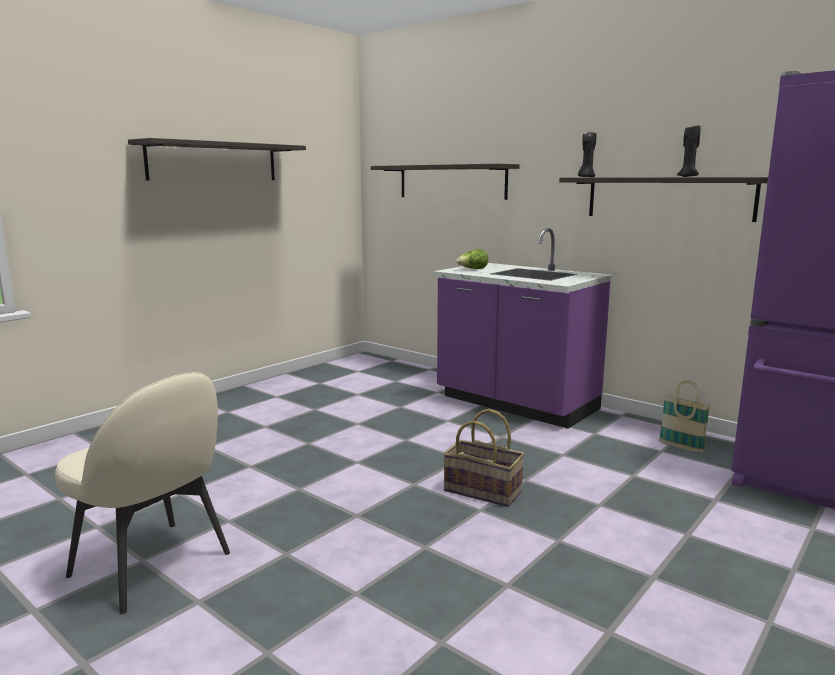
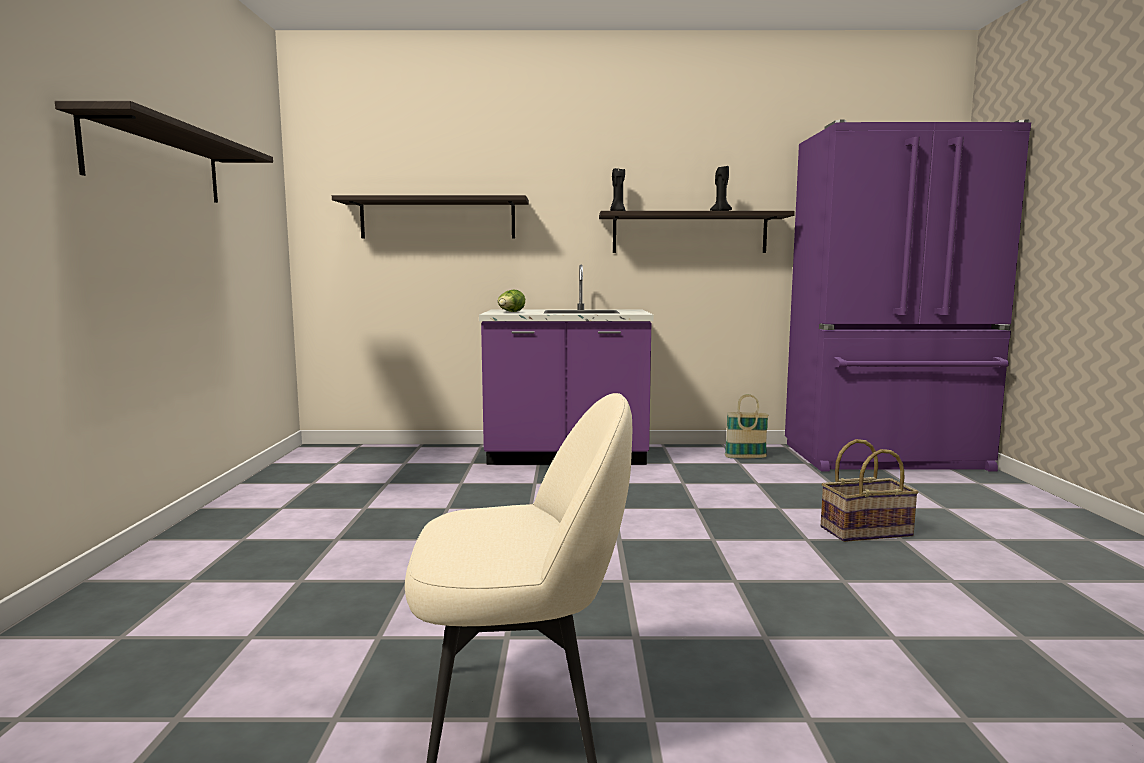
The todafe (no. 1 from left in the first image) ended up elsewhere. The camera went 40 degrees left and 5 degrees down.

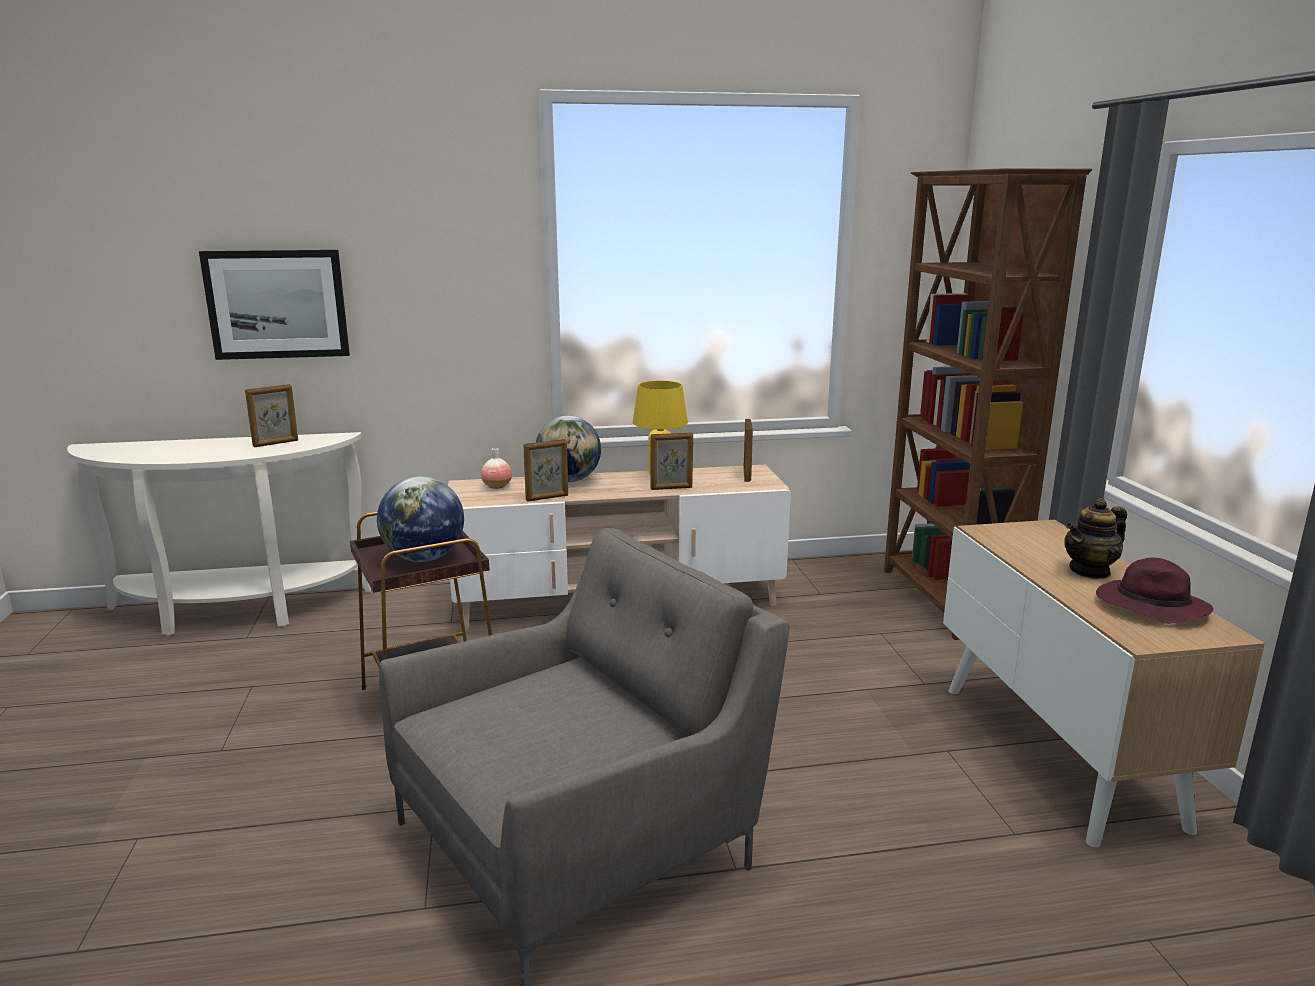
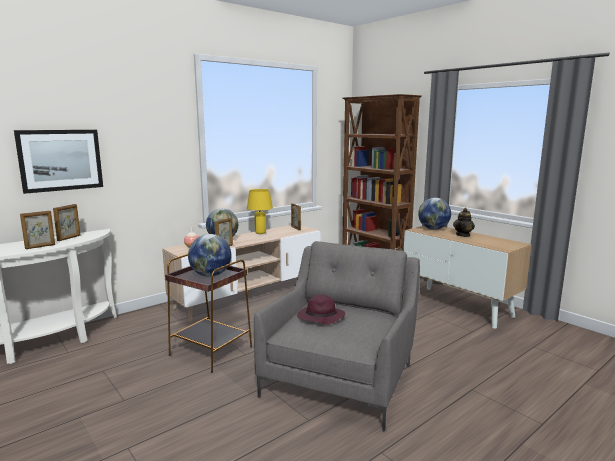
The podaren (no. 3 from left in the first image) ended up elsewhere. The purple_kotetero ended up elsewhere. The second view gained the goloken (no. 3 from left). The camera went 30 degrees left and 5 degrees down.

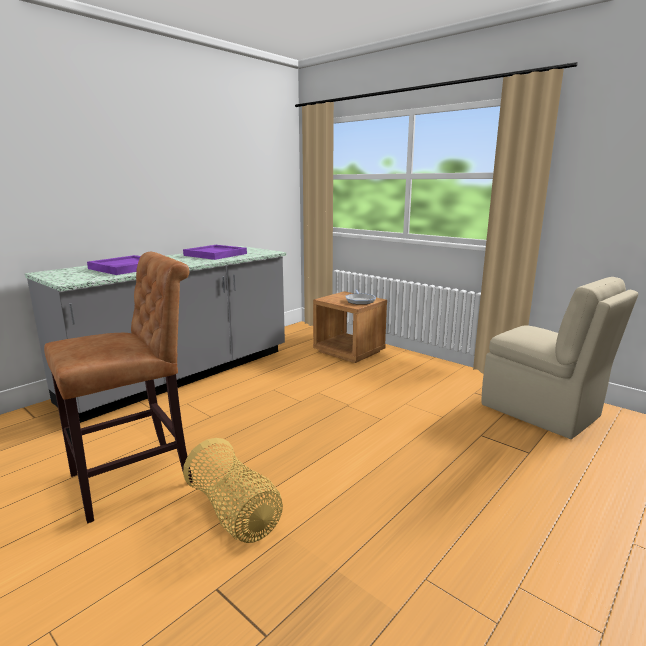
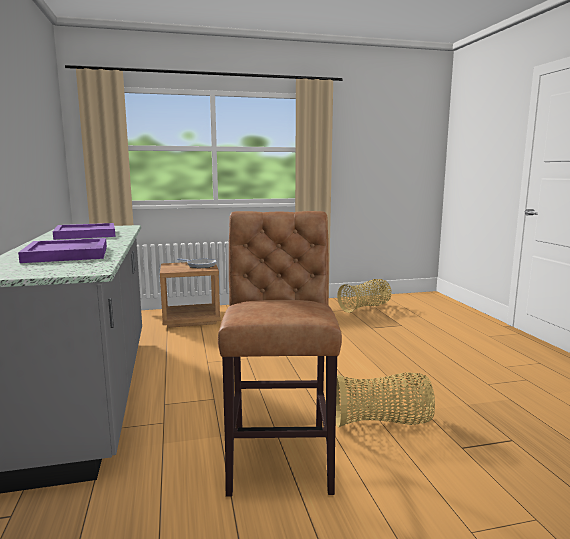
Where the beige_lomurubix stood, the todafe (no. 1 from left) came to stand. The camera went 55 degrees left and 5 degrees down.

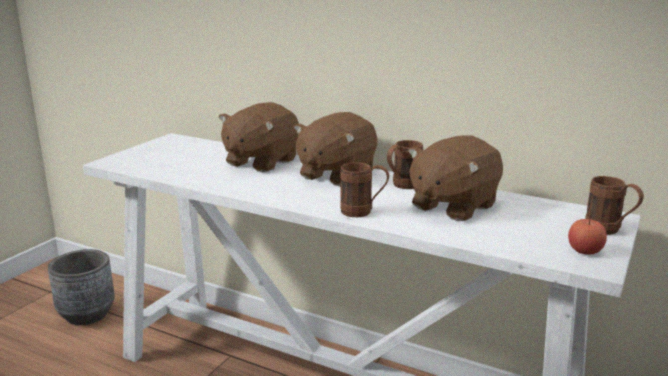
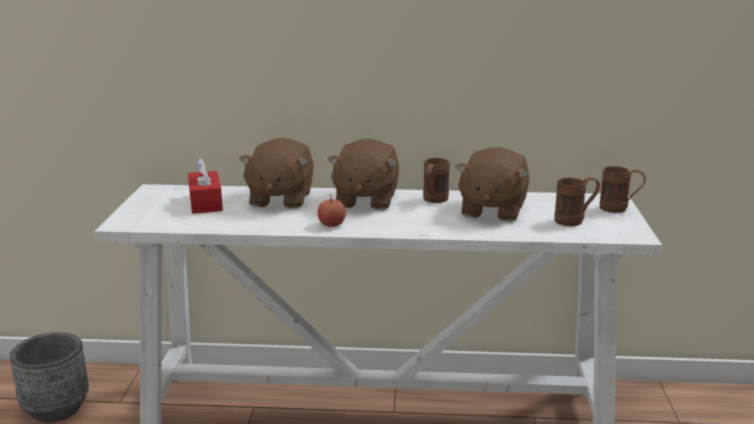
The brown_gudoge (no. 1 from left in the first image) ended up elsewhere. The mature ended up elsewhere. The second view gained the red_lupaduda. The camera went 25 degrees left and 0 degrees up.

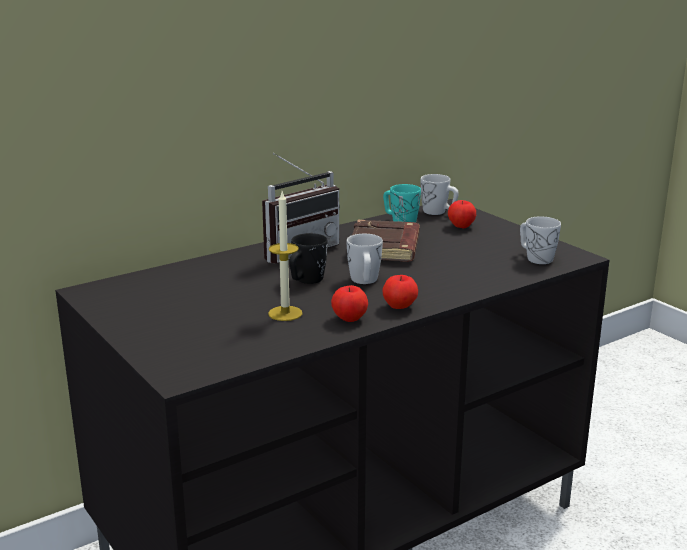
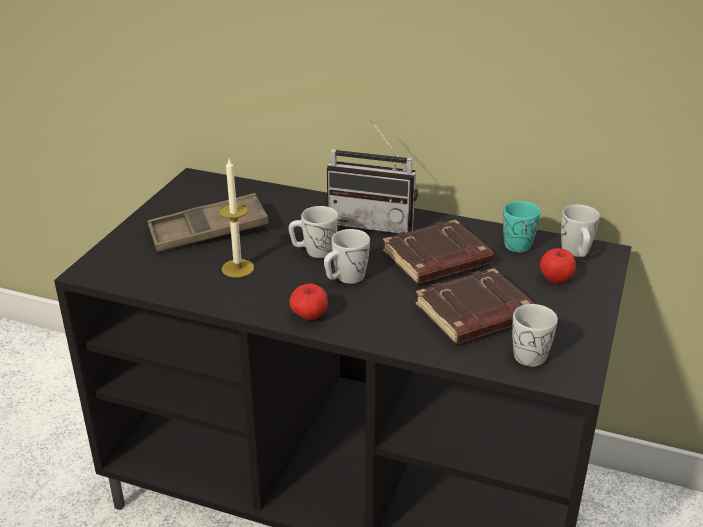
What was the black_gudoge turned into the white_gudoge (no. 1 from left). The second view lost the mature (no. 1 from left). The second view gained the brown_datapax. The second view gained the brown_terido (no. 2 from left). The camera went 55 degrees right and 10 degrees up.

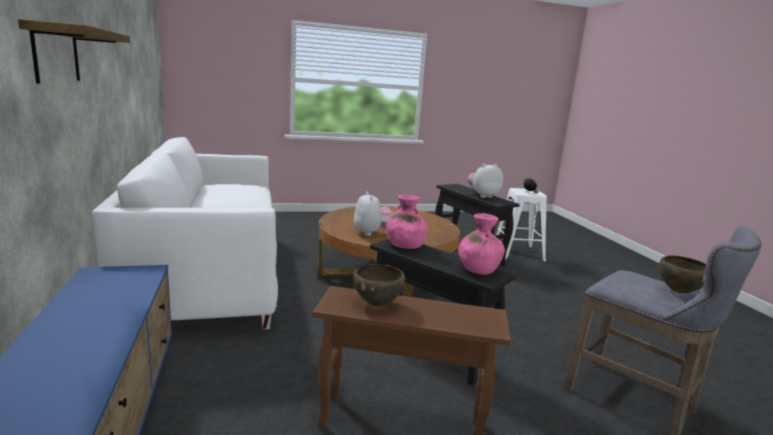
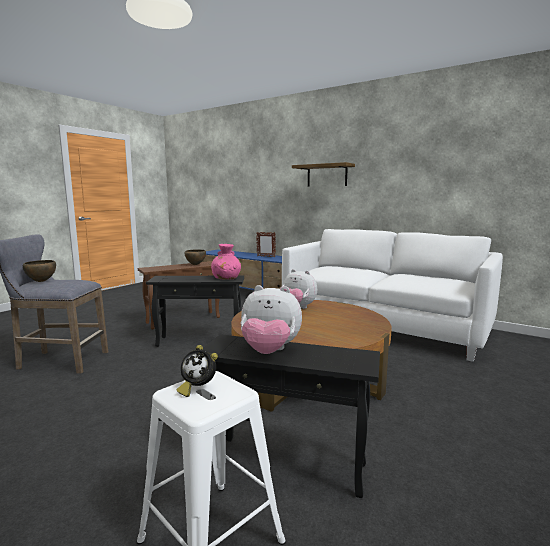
The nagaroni (no. 2 from left in the first image) ended up facing another way, 75 degrees clockwise from before. The second view lost the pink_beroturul (no. 2 from left). The second view gained the podaren. The camera went 140 degrees right and 5 degrees down.

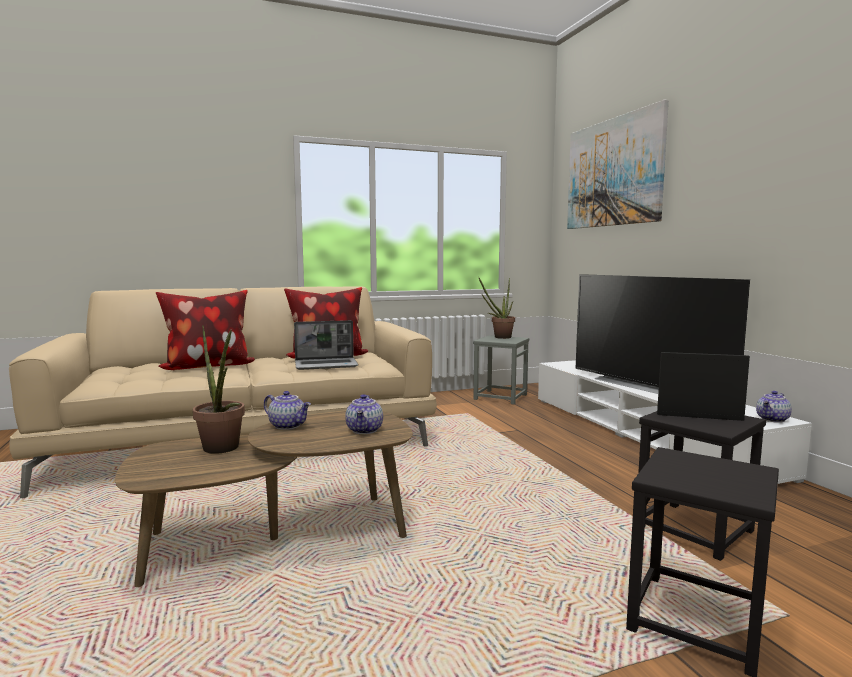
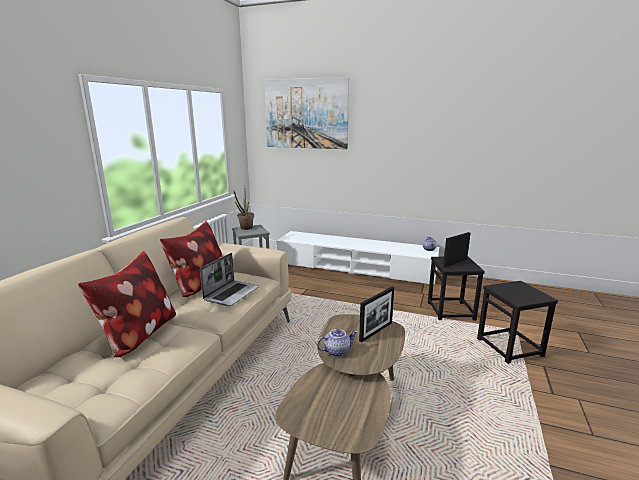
The second view lost the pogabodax. The second view lost the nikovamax (no. 1 from left). Where the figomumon (no. 2 from left) stood, the podaren (no. 1 from left) came to stand. The camera went 50 degrees left and 10 degrees up.

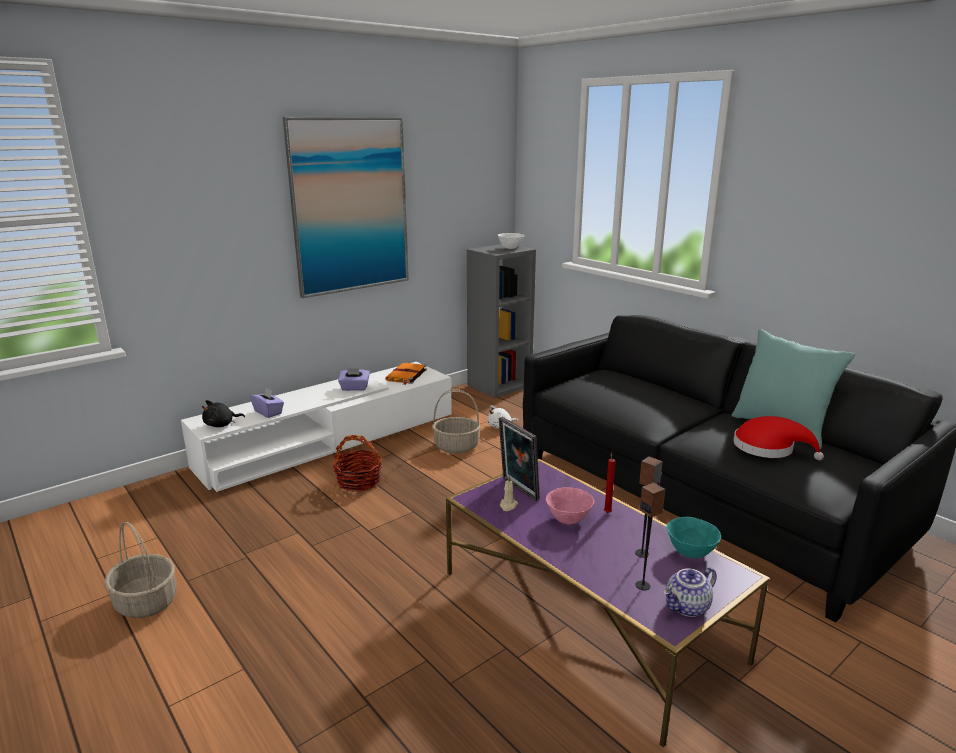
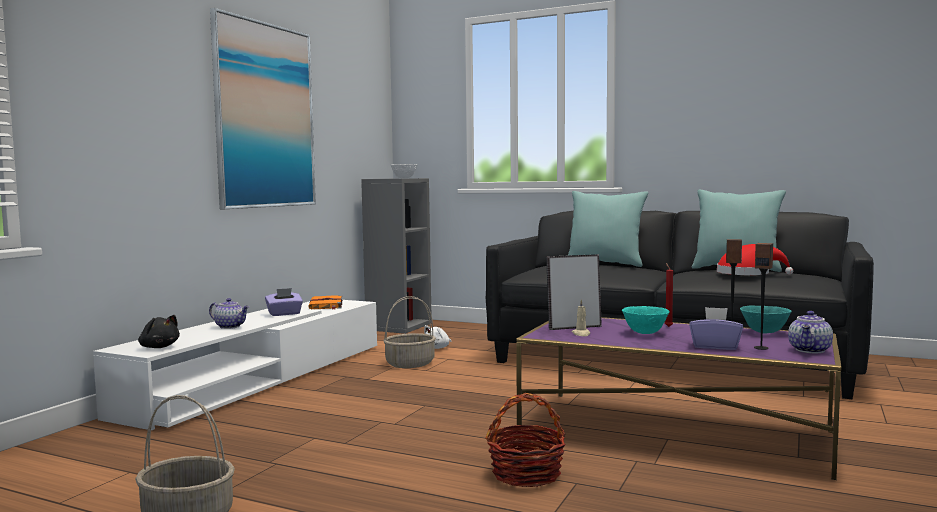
The purple_lupaduda (no. 1 from left in the first image) ended up elsewhere. The black_nagaroni ended up facing another way, 90 degrees counterclockwise from before. The podaren ended up facing another way, 135 degrees clockwise from before. The todafe (no. 2 from left in the first image) ended up elsewhere. What was the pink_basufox turned into the turquoise_basufox (no. 1 from left). The second view gained the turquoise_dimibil (no. 1 from left). The second view gained the figomumon (no. 1 from left). The camera went 25 degrees left and 15 degrees down.

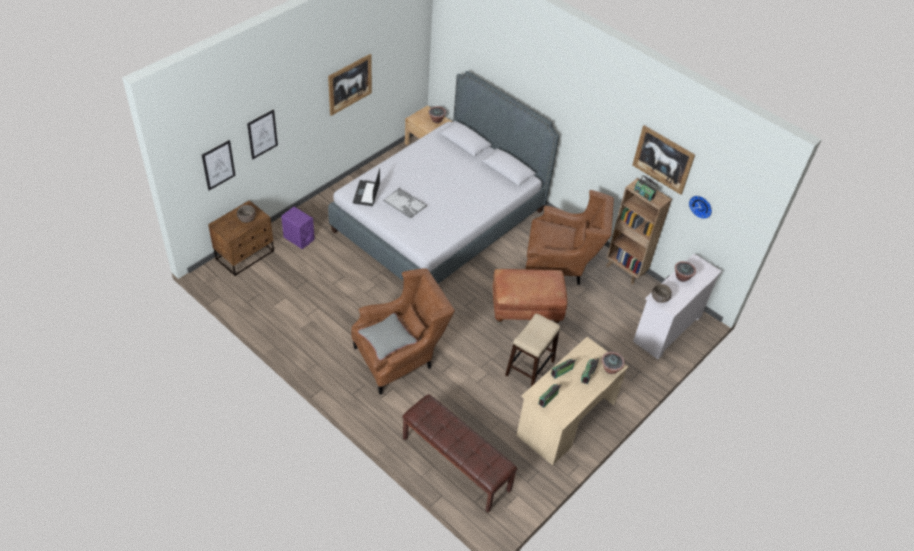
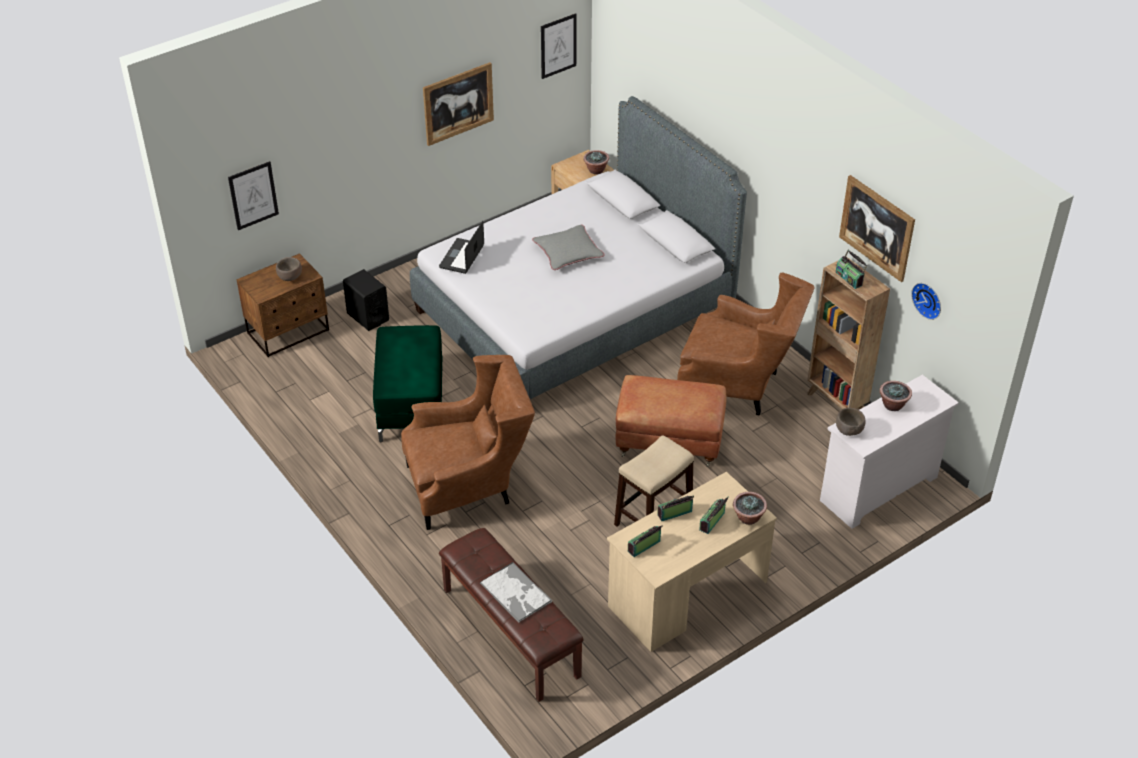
The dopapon (no. 2 from left in the first image) ended up elsewhere. The datapax ended up elsewhere. What was the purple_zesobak turned into the black_zesobak. The grey_dimibil ended up elsewhere. The second view gained the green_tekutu. The camera went 15 degrees right and 5 degrees down.

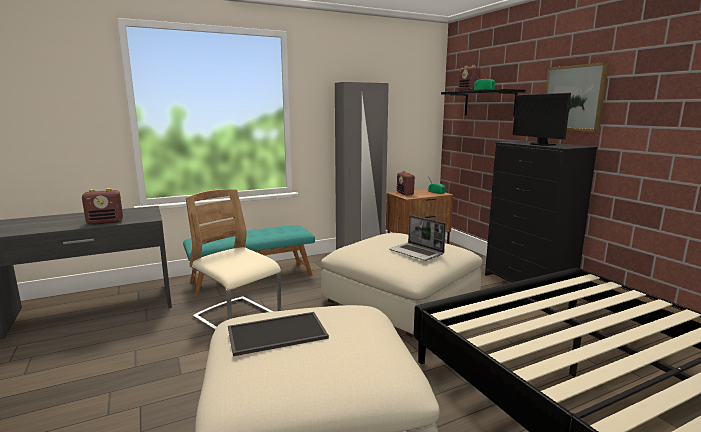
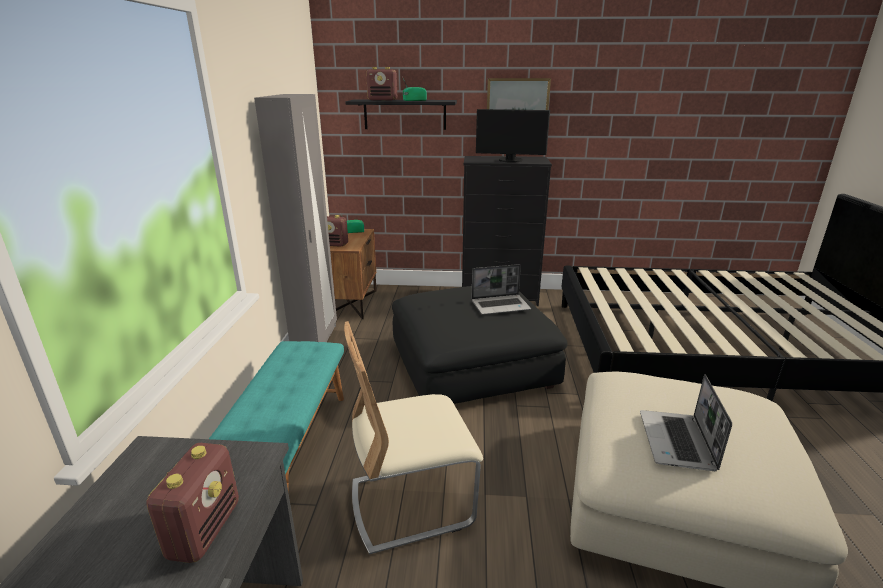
What was the beige_tekutu (no. 2 from left) turned into the black_tekutu. Where the datapax stood, the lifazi (no. 2 from left) came to stand. The camera went 60 degrees left and 10 degrees up.

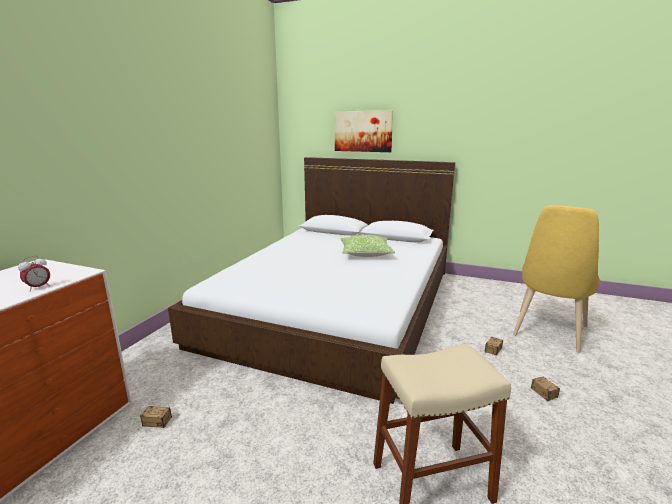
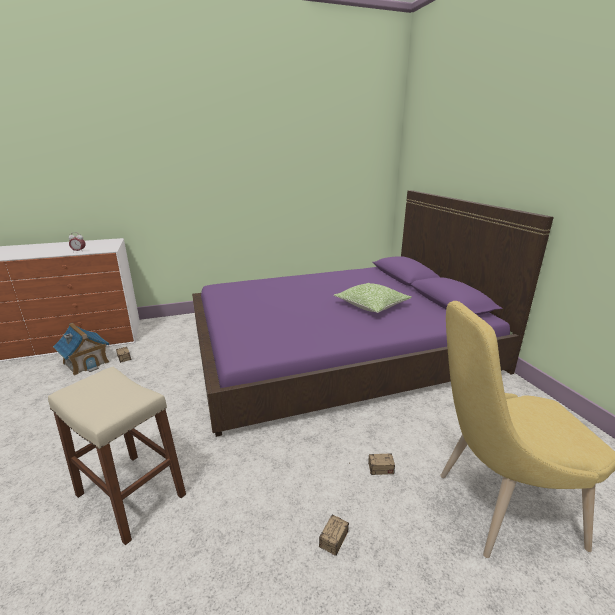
The second view lost the dopapon. What was the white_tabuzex turned into the purple_tabuzex. The second view gained the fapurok. The camera went 50 degrees right and 5 degrees up.

